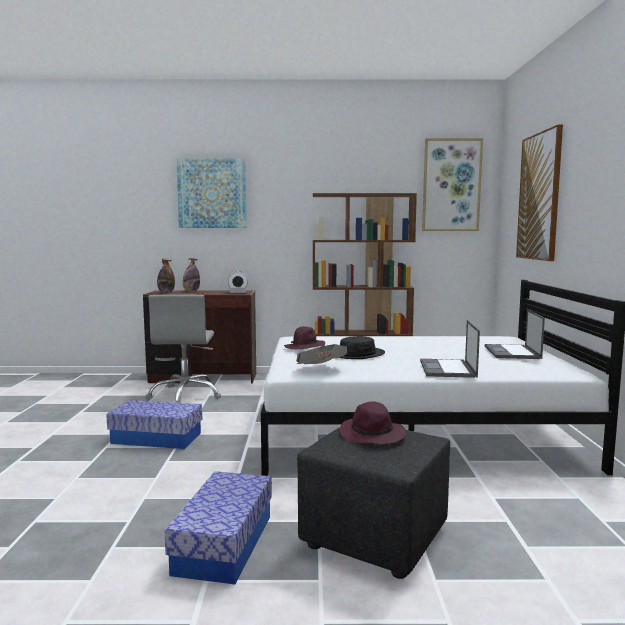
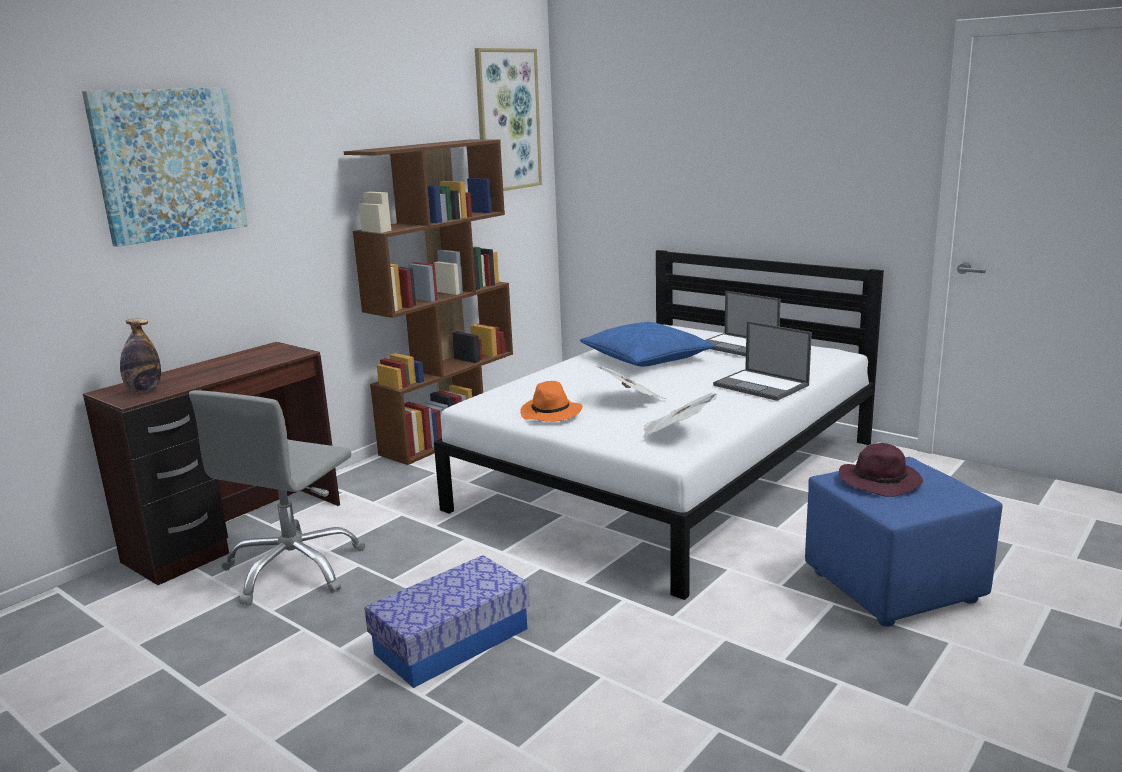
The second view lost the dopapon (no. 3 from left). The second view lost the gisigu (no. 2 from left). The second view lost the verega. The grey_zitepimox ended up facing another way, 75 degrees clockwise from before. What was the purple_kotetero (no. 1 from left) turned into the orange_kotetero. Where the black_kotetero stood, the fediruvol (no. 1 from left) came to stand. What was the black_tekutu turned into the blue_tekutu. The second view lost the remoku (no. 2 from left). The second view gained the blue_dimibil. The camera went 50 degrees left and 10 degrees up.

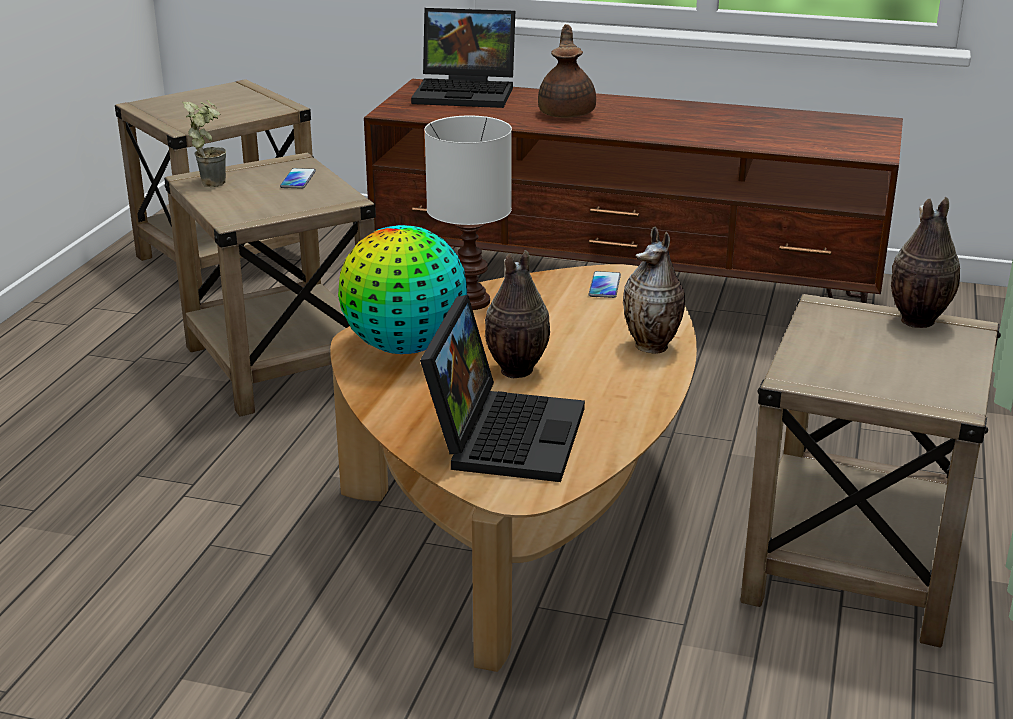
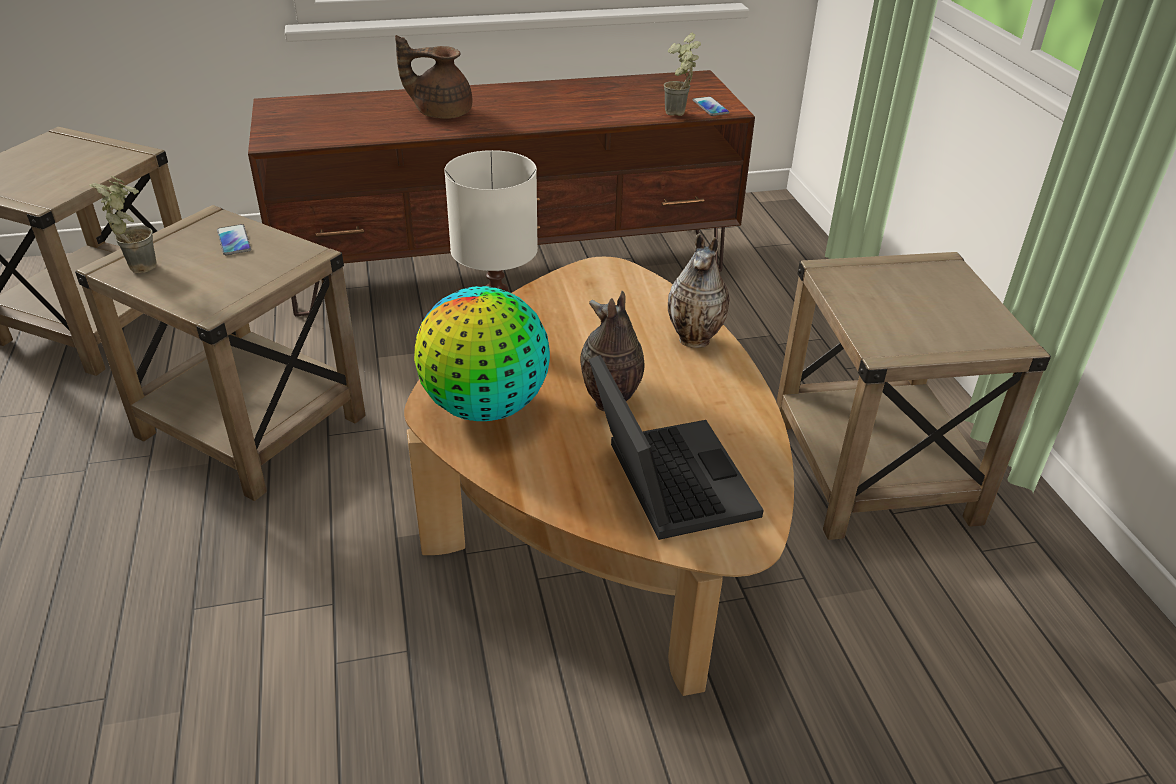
The second view lost the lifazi (no. 1 from left). The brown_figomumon ended up facing another way, 60 degrees counterclockwise from before. The second view lost the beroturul (no. 3 from left). The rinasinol (no. 2 from left) ended up elsewhere. The second view gained the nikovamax (no. 2 from left). The camera went 30 degrees left and 10 degrees up.

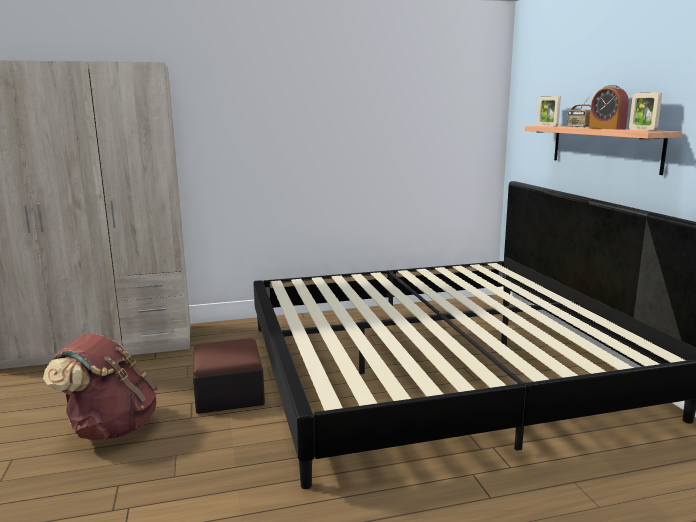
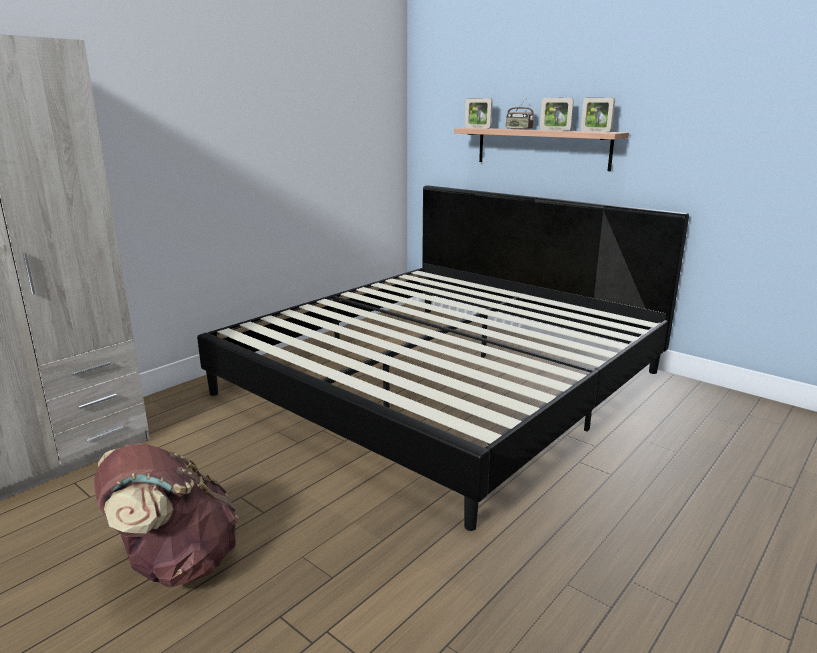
Where the verega stood, the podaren (no. 2 from left) came to stand. The second view lost the tekutu. The camera went 35 degrees left and 5 degrees up.

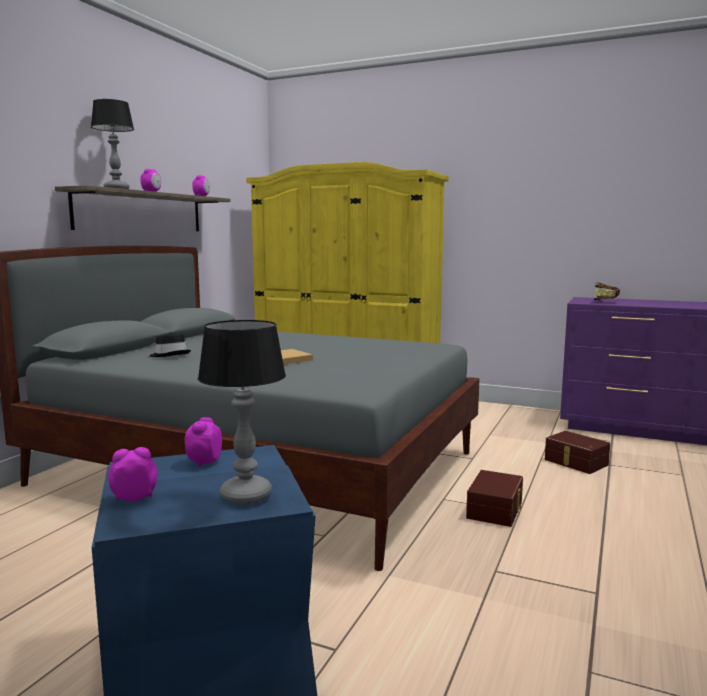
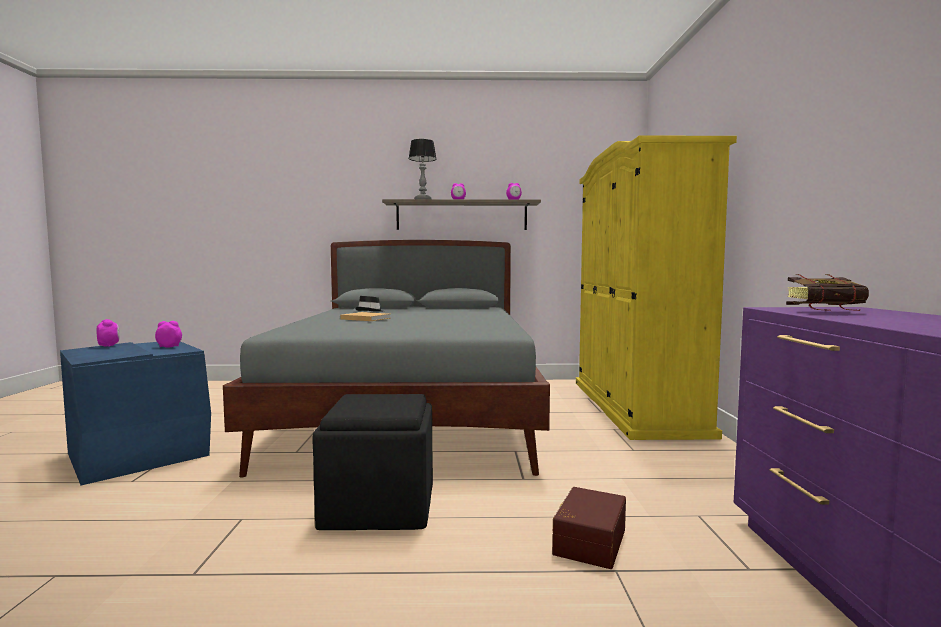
The second view lost the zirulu (no. 2 from left). Where the brown_remoku (no. 1 from left) stood, the black_tekutu came to stand. The camera went 65 degrees right and 5 degrees down.

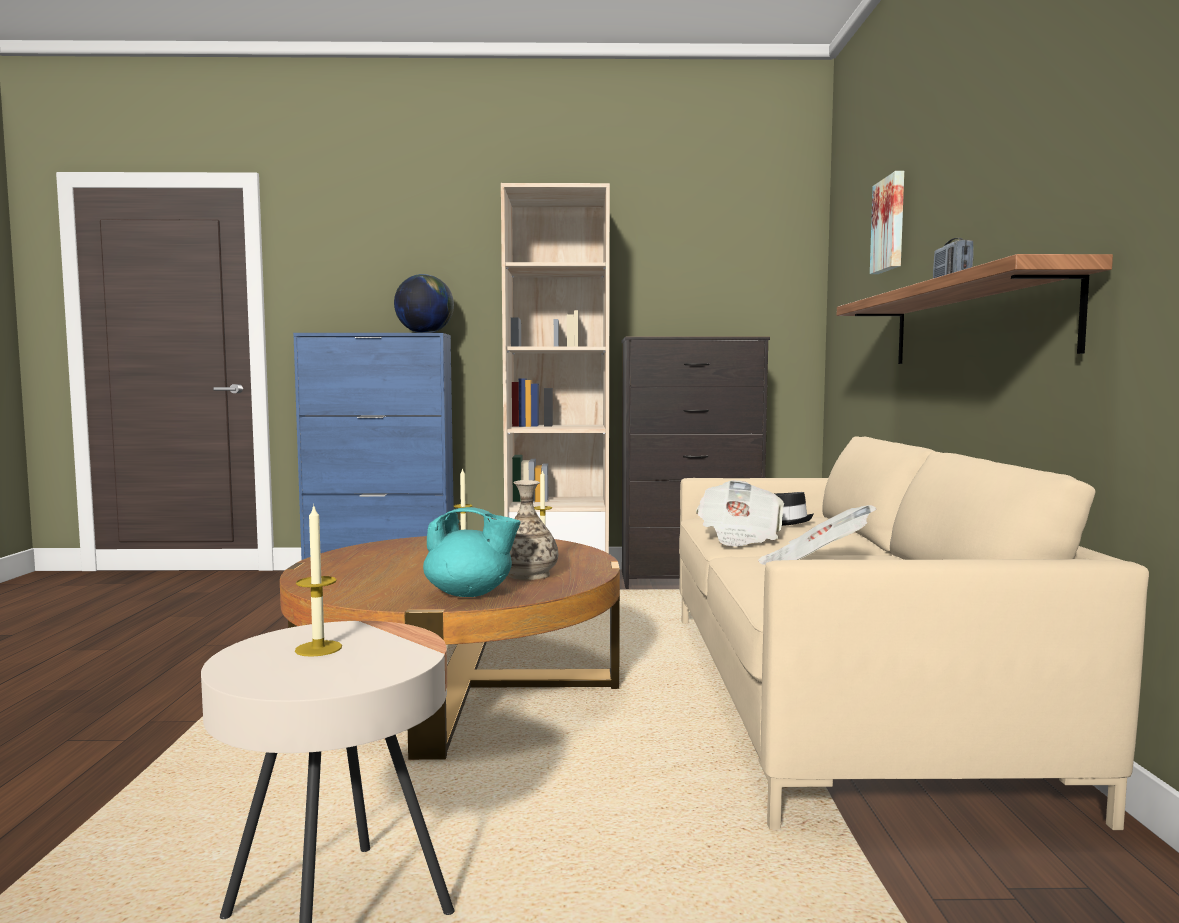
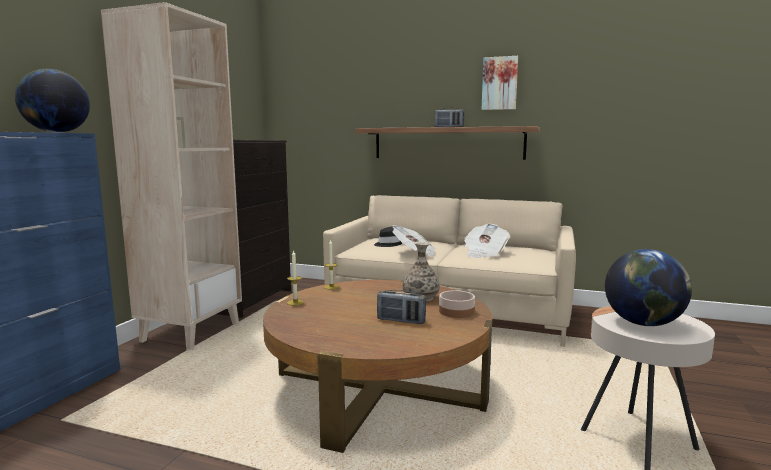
The dopapon ended up elsewhere. Where the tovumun (no. 1 from left) stood, the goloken (no. 2 from left) came to stand. Where the turquoise_figomumon stood, the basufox came to stand. The second view gained the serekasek (no. 1 from left). The camera went 70 degrees left and 5 degrees up.

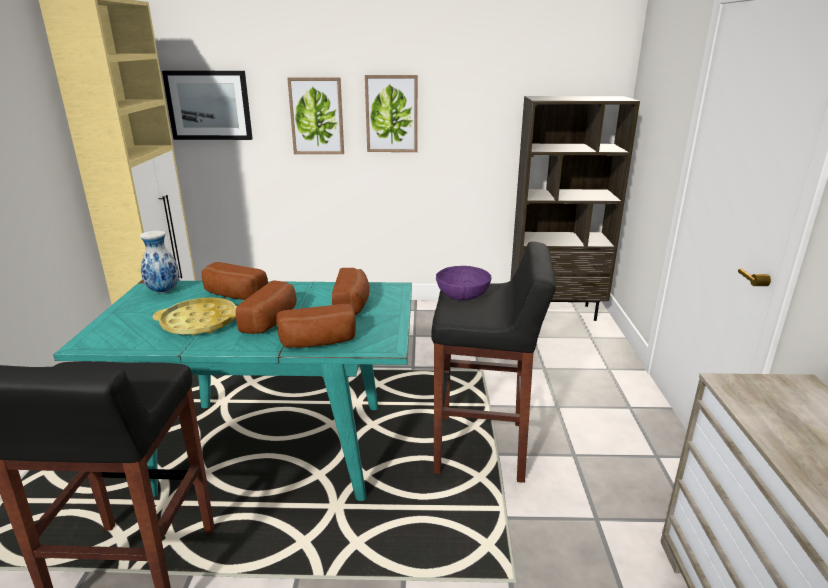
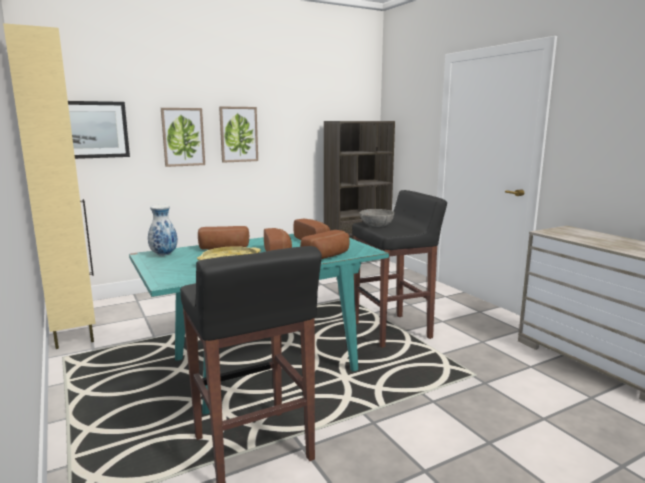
What was the purple_basufox turned into the grey_basufox. The camera went 30 degrees left and 10 degrees down.

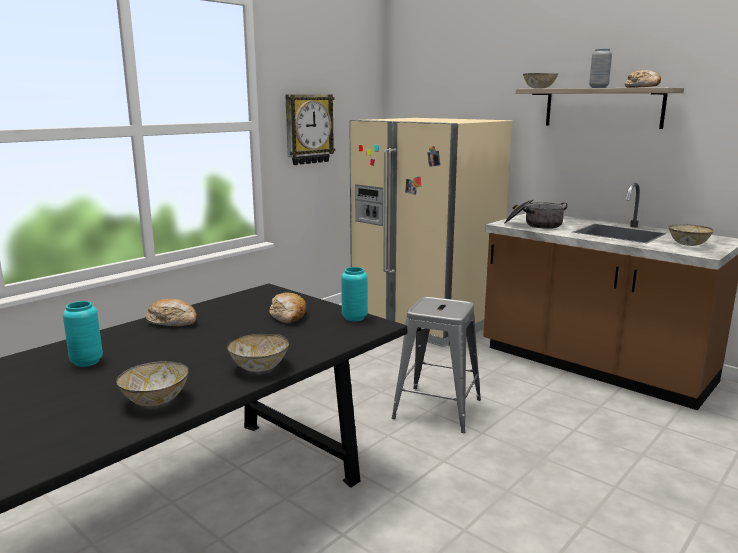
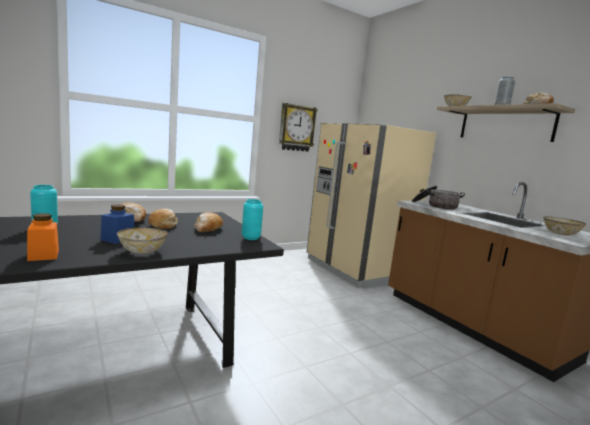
The second view lost the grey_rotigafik. Where the basufox (no. 1 from left) stood, the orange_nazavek came to stand. The second view gained the blue_nazavek. The second view gained the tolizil (no. 2 from left). The camera went 15 degrees right and 5 degrees down.

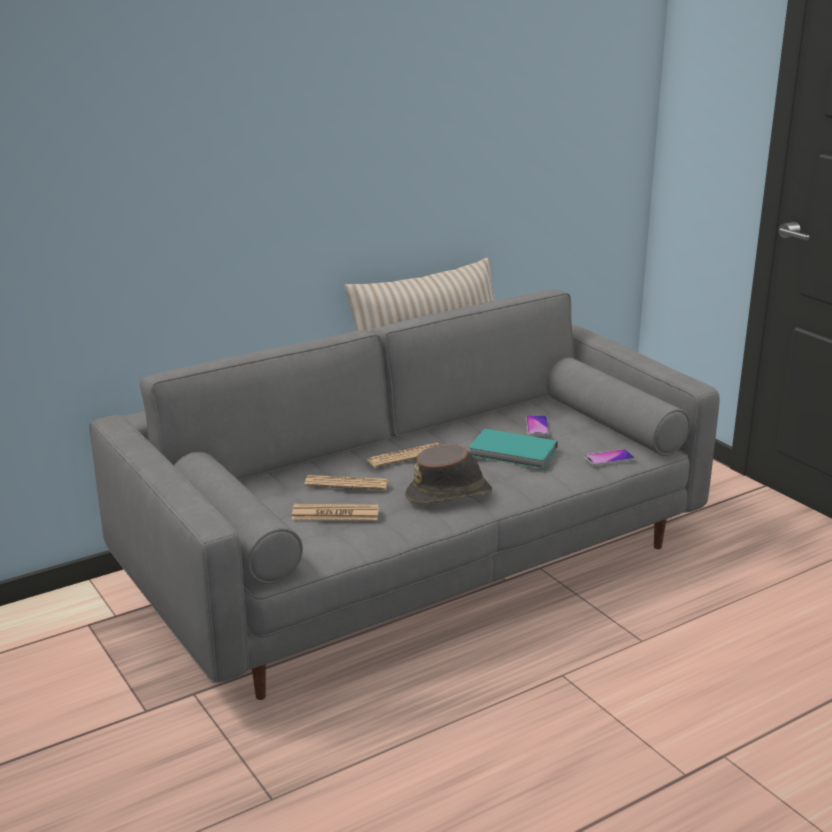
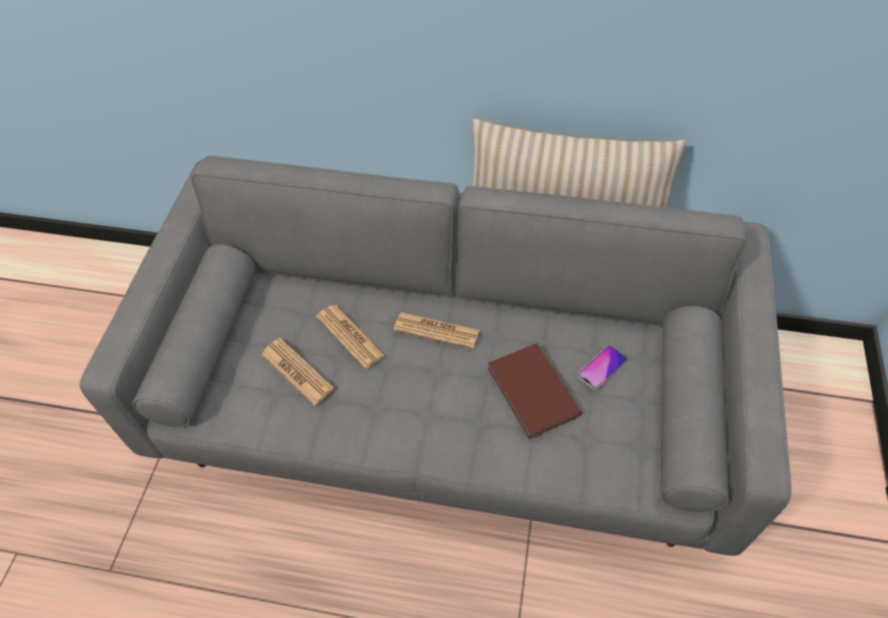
What was the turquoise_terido turned into the brown_terido. The second view lost the brown_kotetero. The second view lost the rinasinol (no. 2 from left). The camera went 45 degrees right and 30 degrees up.

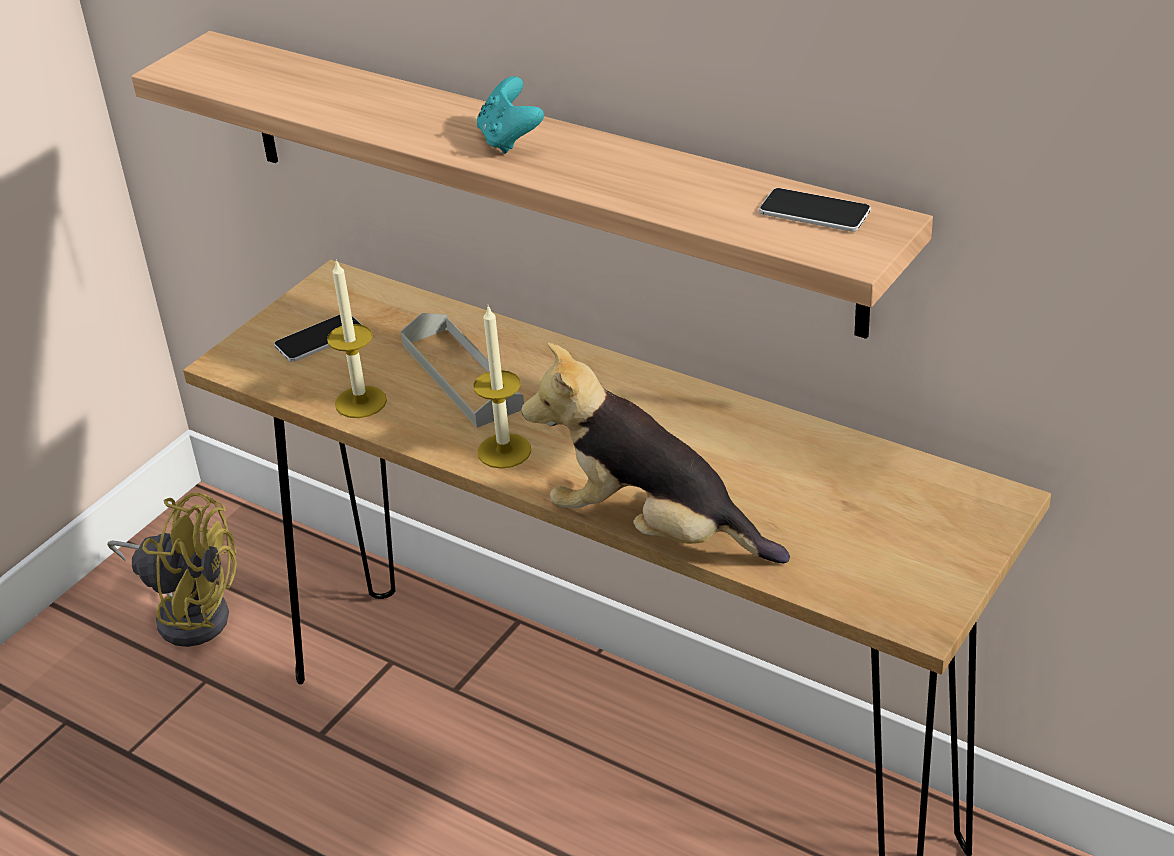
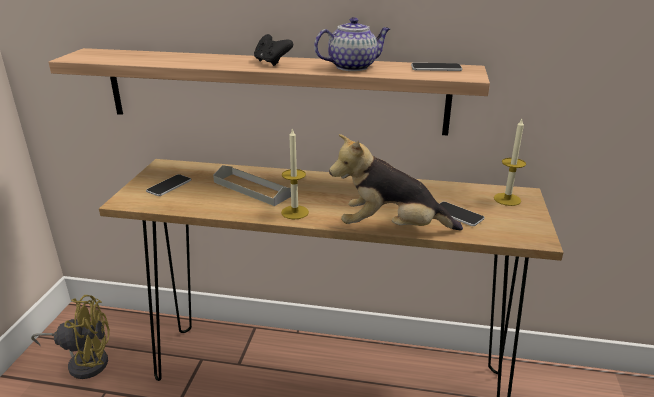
What was the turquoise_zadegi turned into the black_zadegi. The tovumun (no. 1 from left in the first image) ended up elsewhere. The second view gained the figomumon. The second view gained the rinasinol (no. 3 from left). The camera went 25 degrees left and 10 degrees down.

